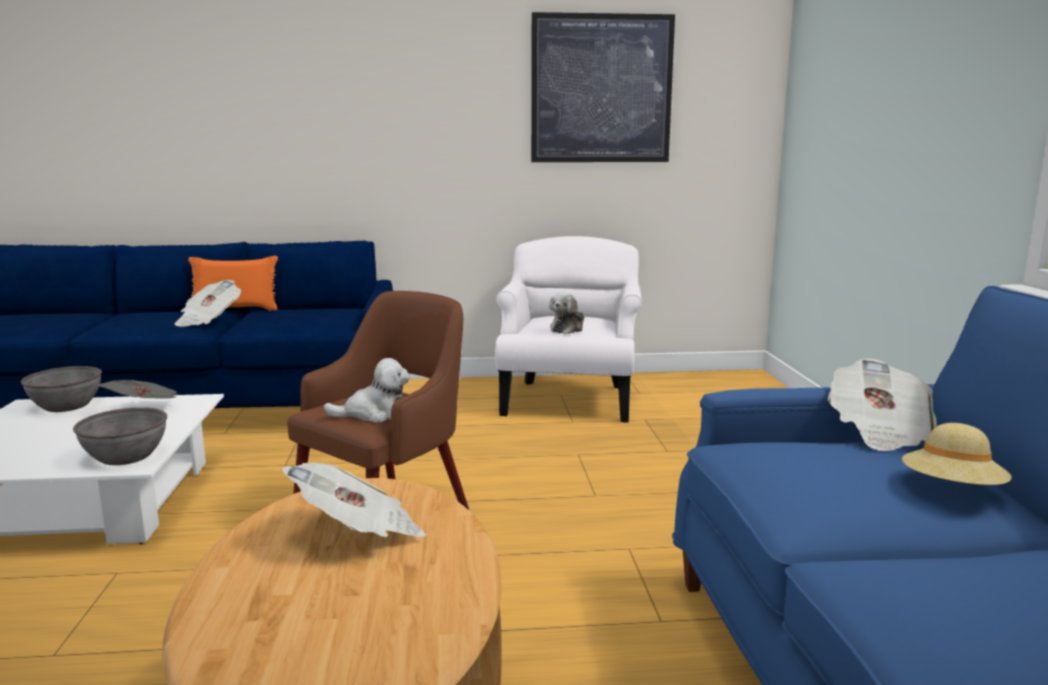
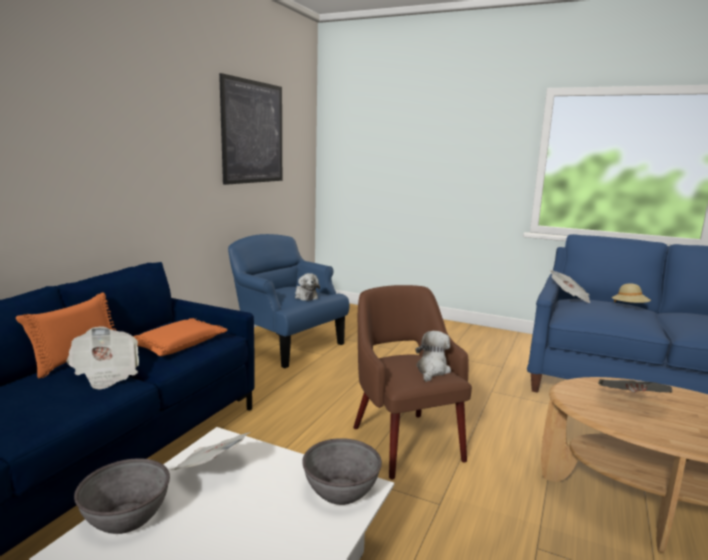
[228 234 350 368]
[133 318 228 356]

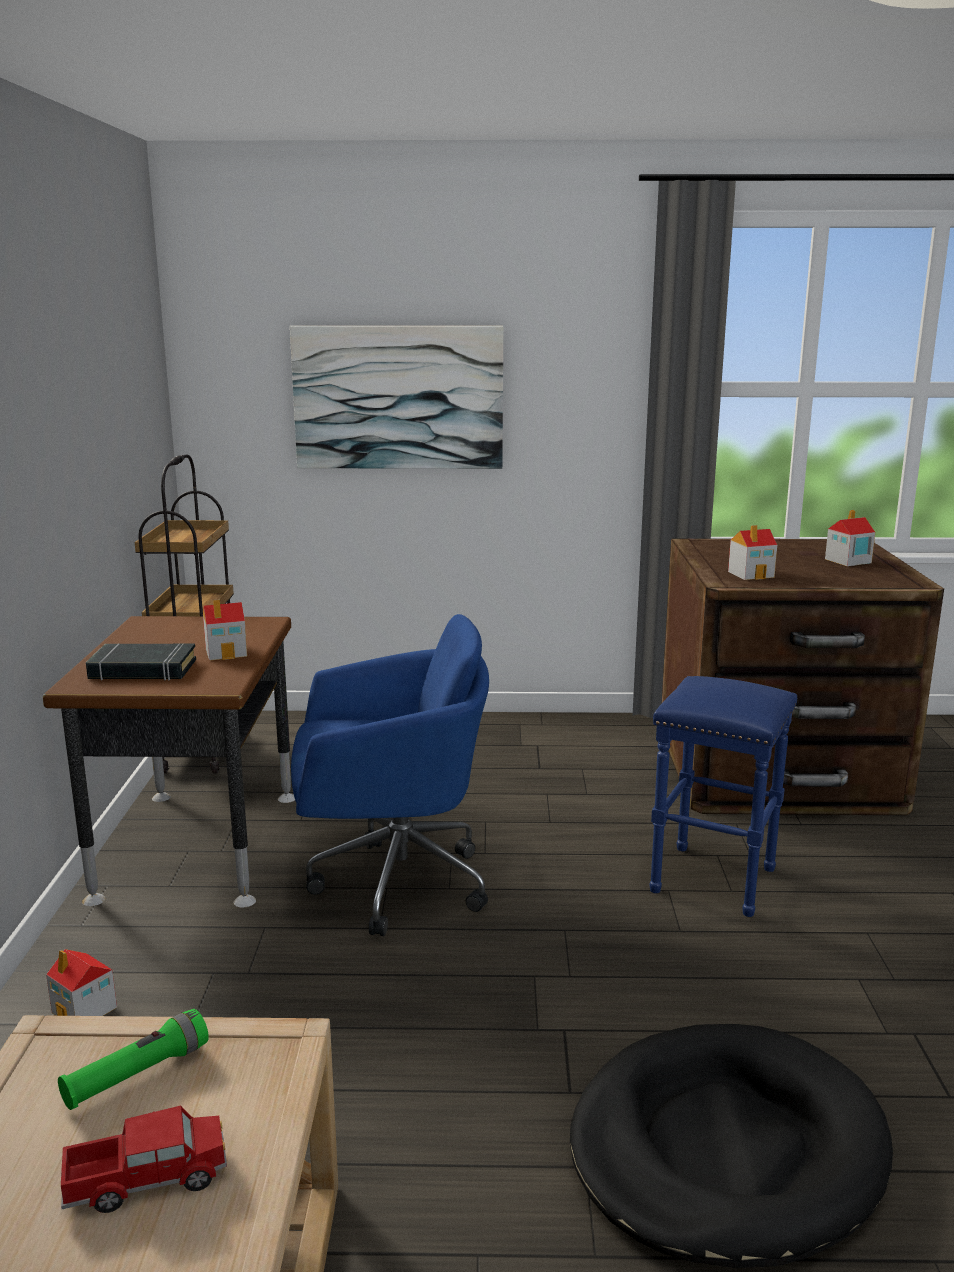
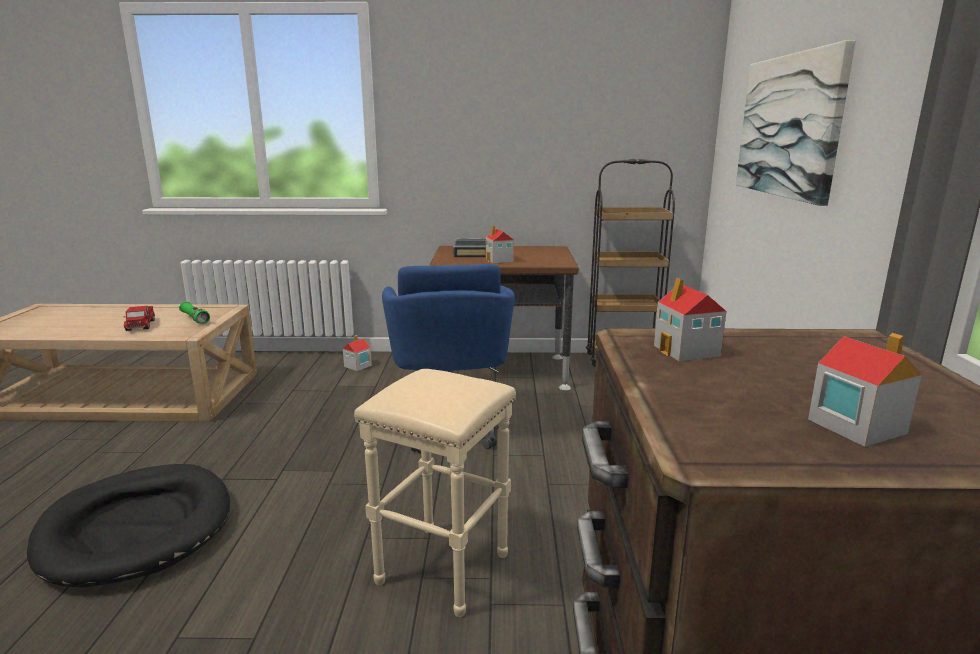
[354 369 516 617]

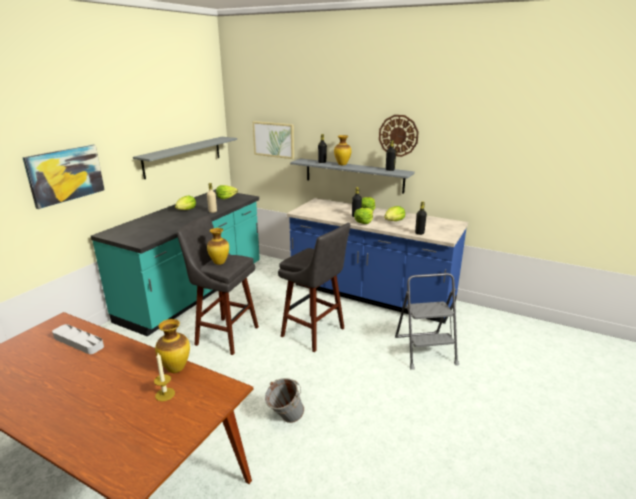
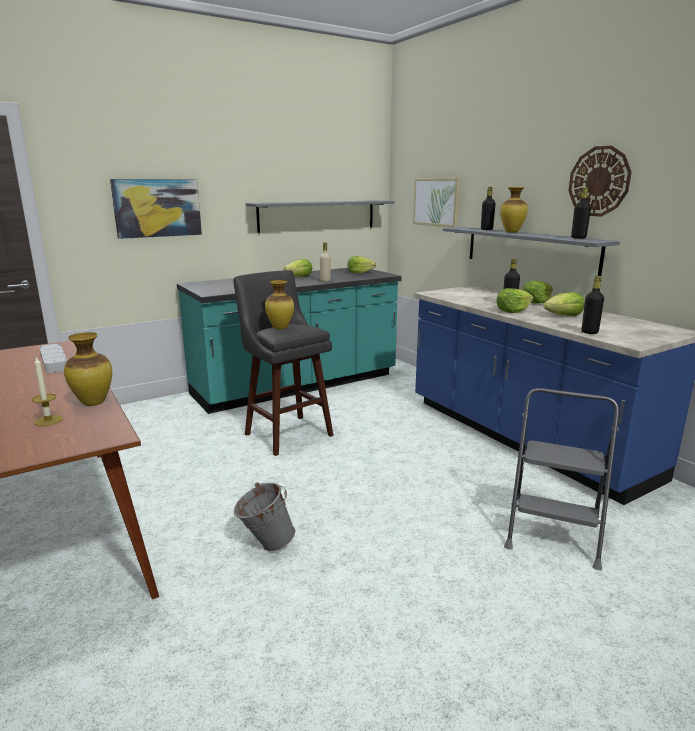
[278 222 350 352] (first image)

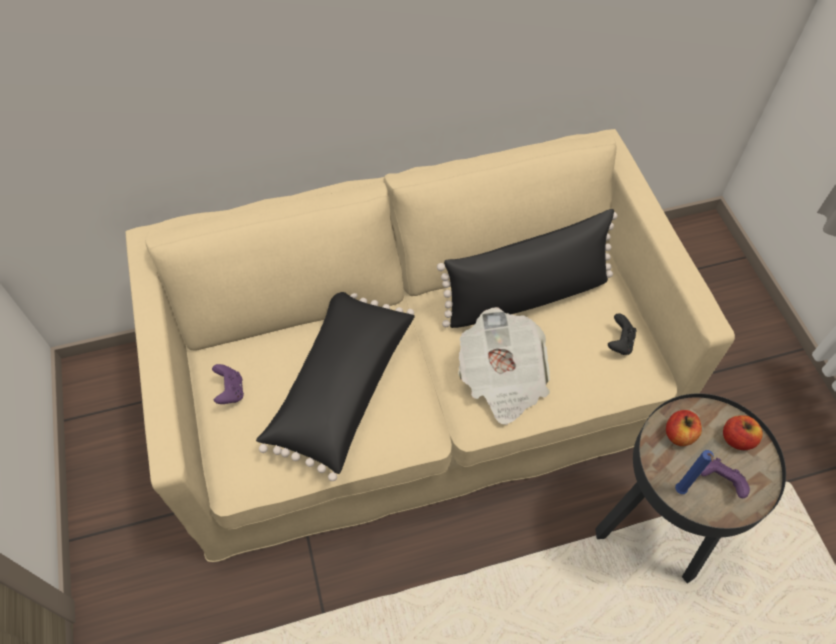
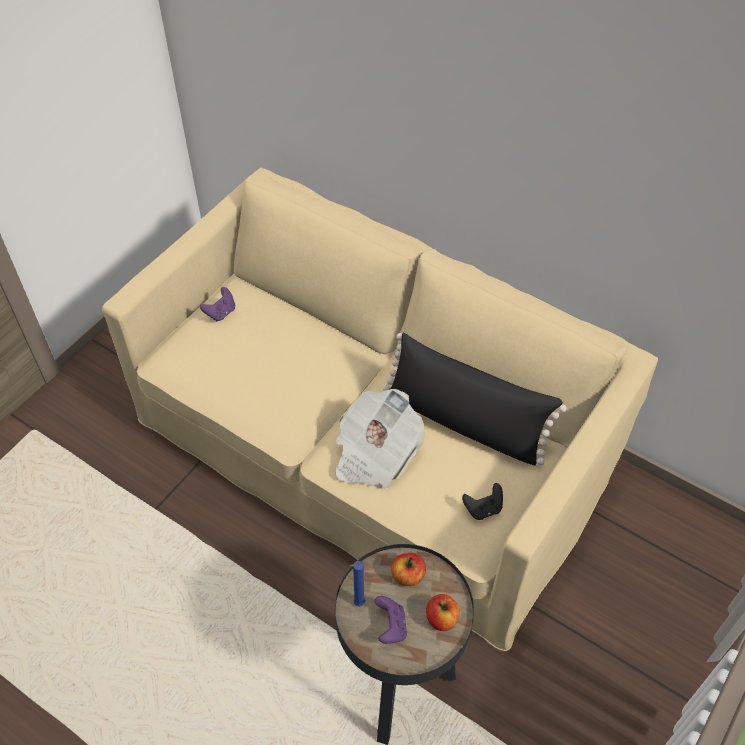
[256 292 415 481] (first image)

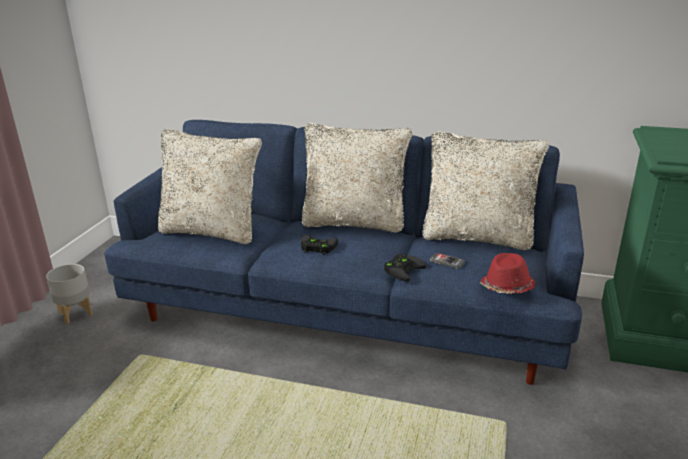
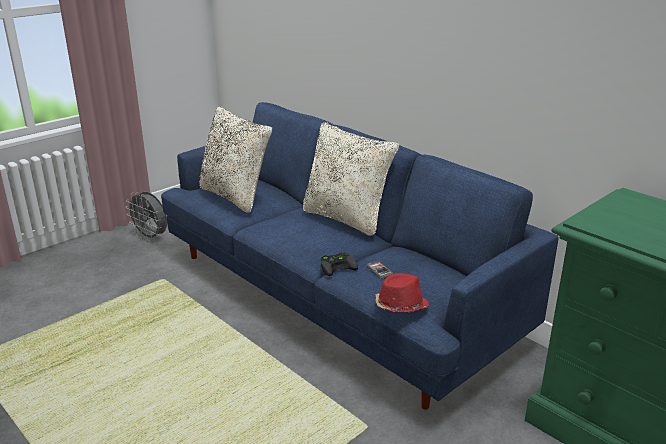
[125 192 167 241]
[301 235 338 255] (first image)
[423 131 549 250] (first image)

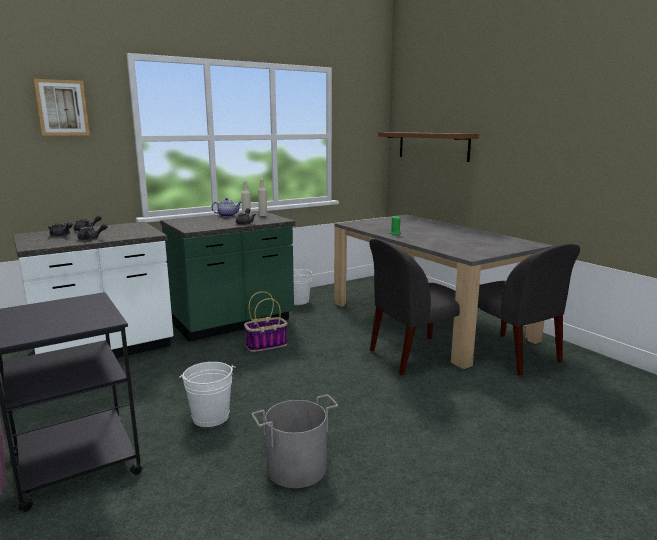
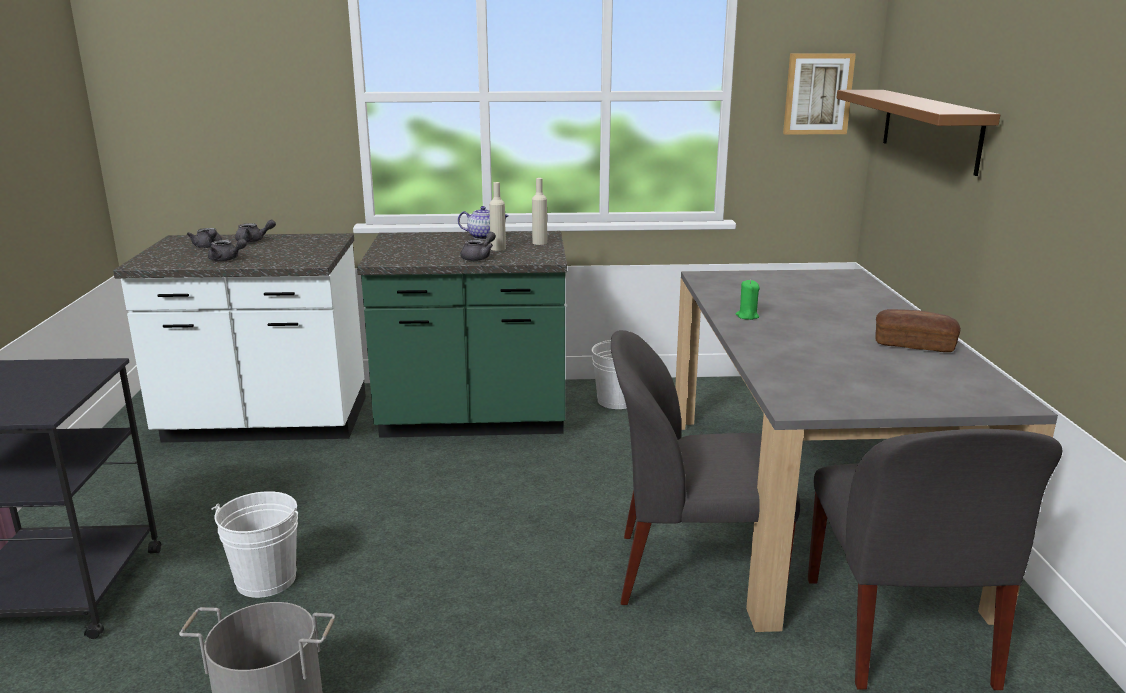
[783 53 856 135]
[244 291 288 352] (first image)
[875 309 961 352]

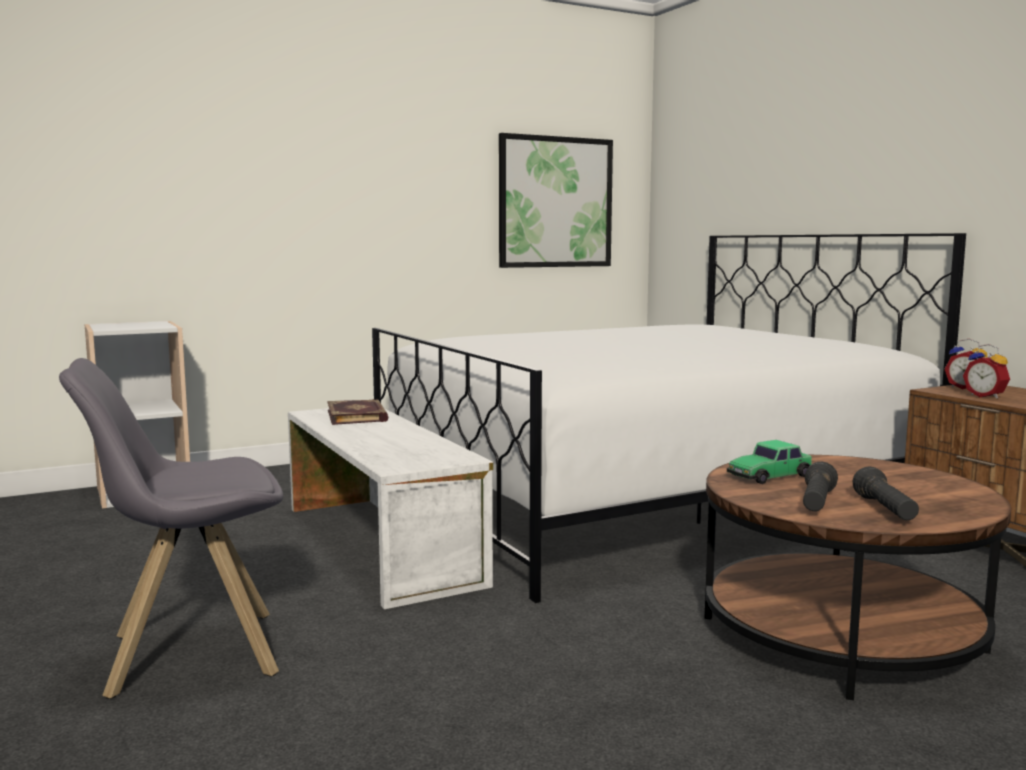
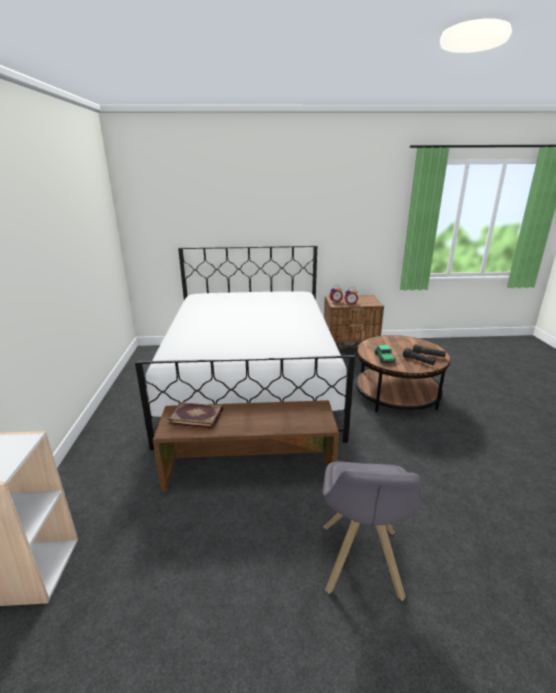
[153 400 339 492]
[499 133 613 268] (first image)

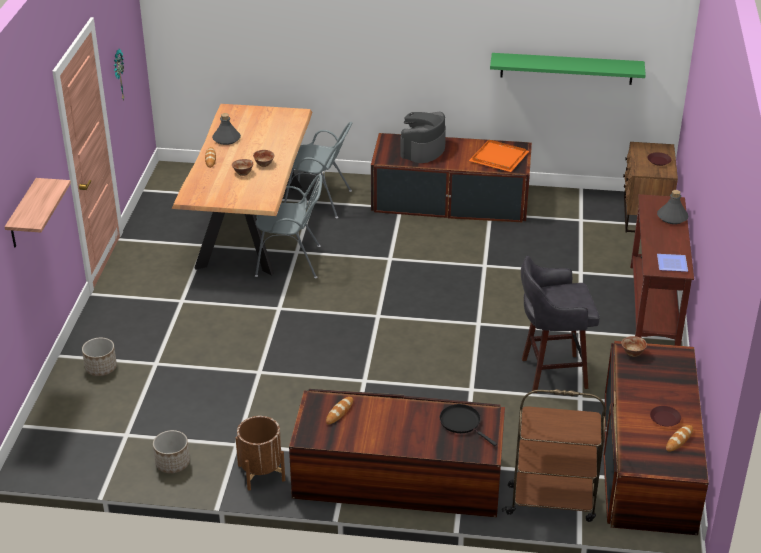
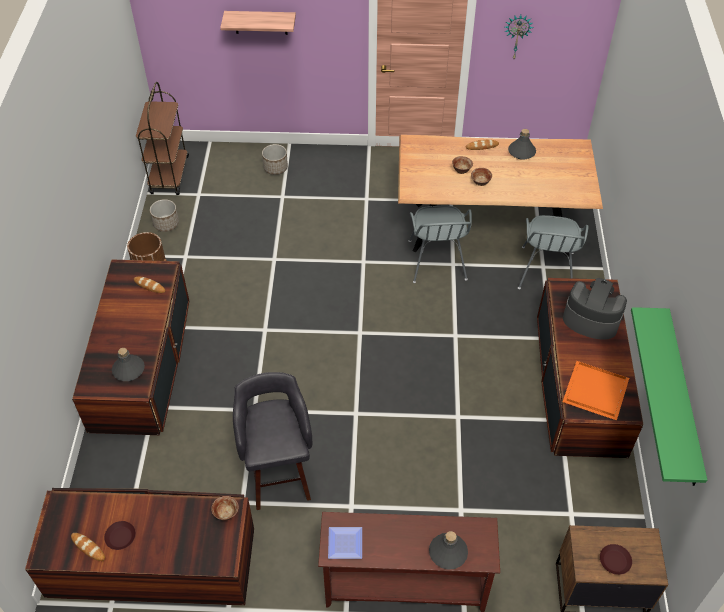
[112 348 145 381]
[136 82 189 195]

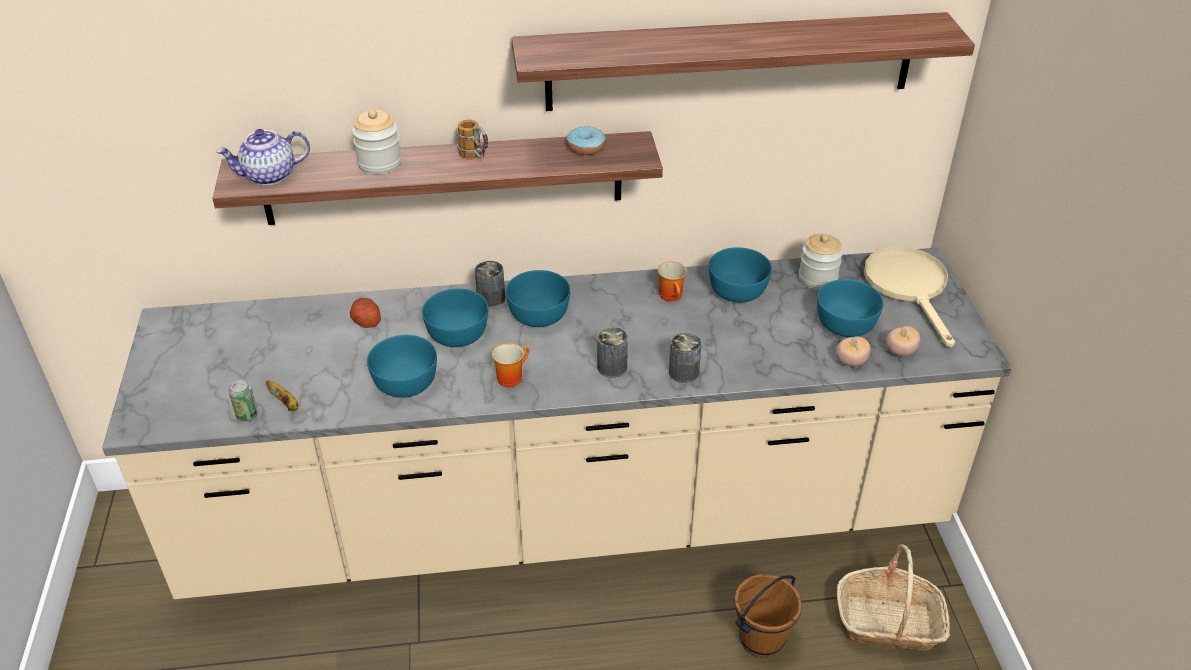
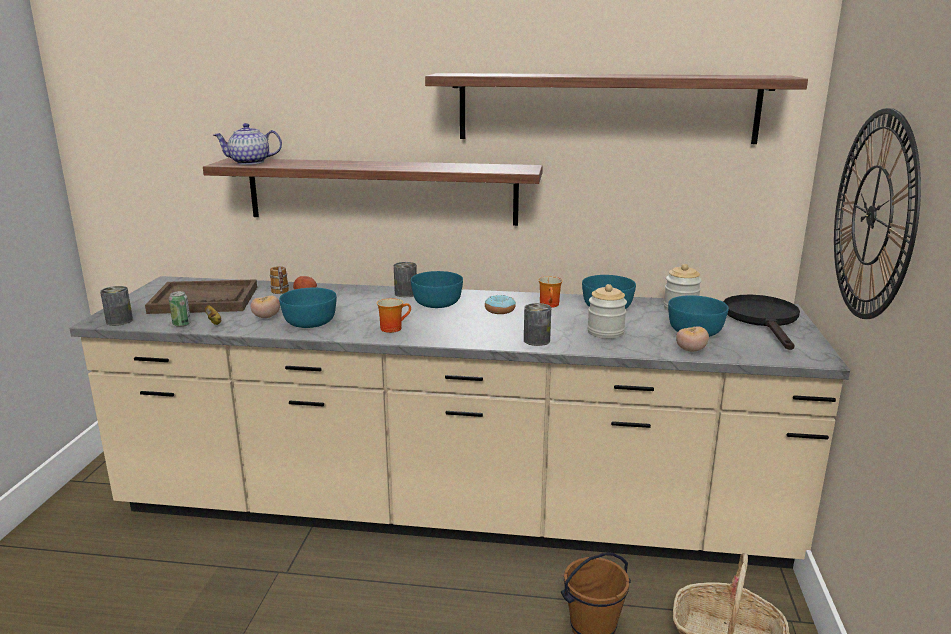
[587 284 627 339]
[422 289 488 347] (first image)
[270 266 289 294]
[485 295 516 314]
[100 286 133 326]
[723 295 800 350]
[250 296 280 318]
[145 279 257 314]
[834 108 921 319]

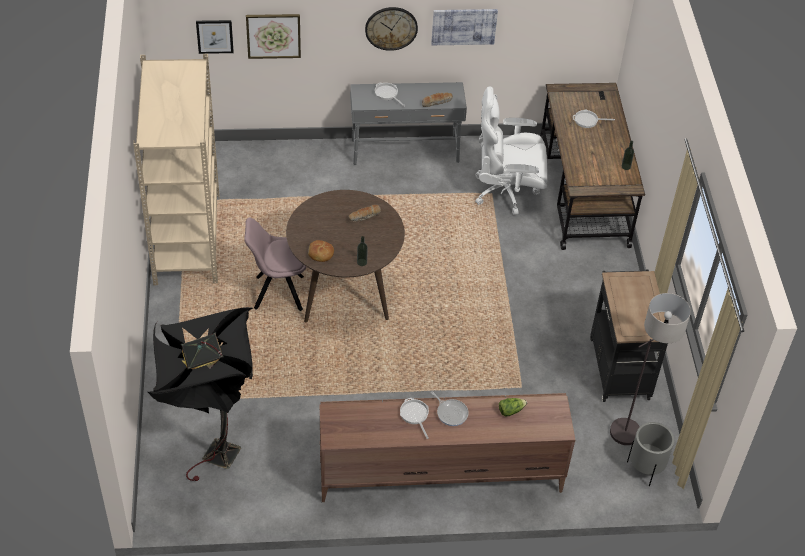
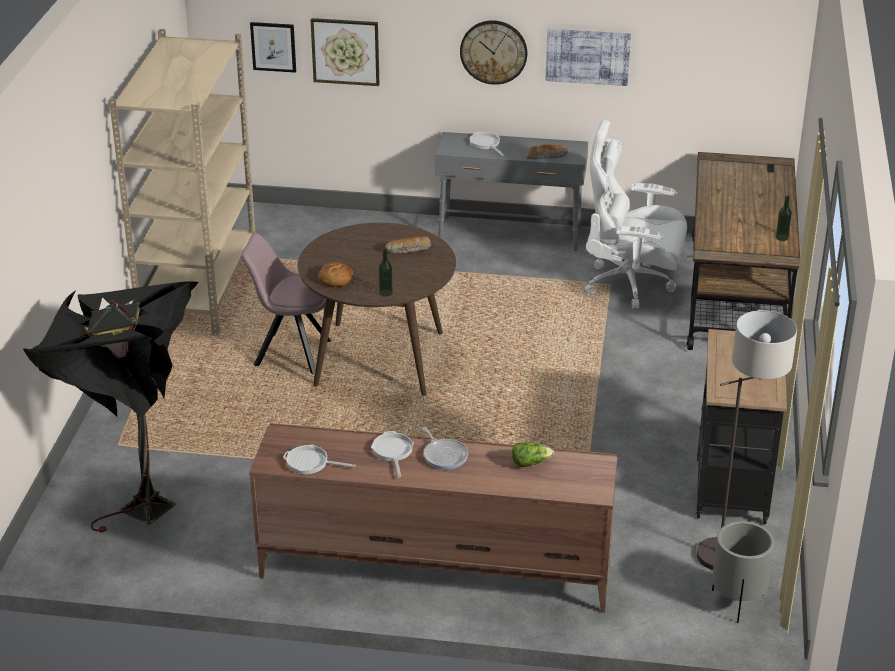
[283 444 355 474]

